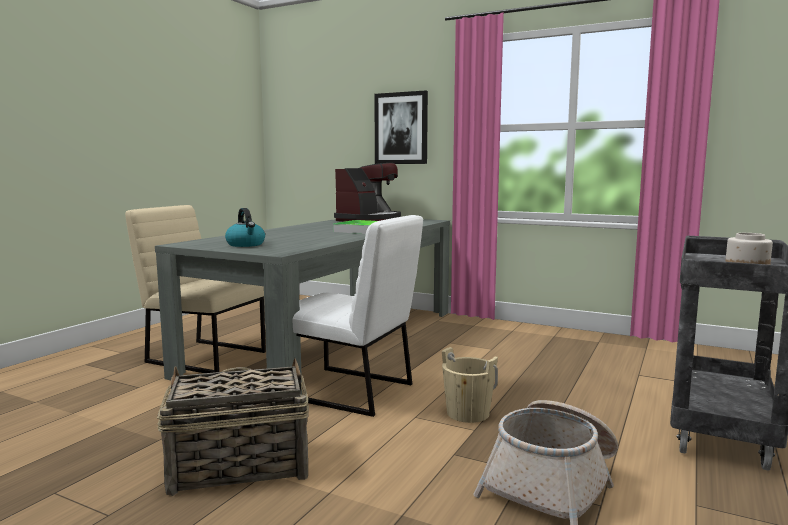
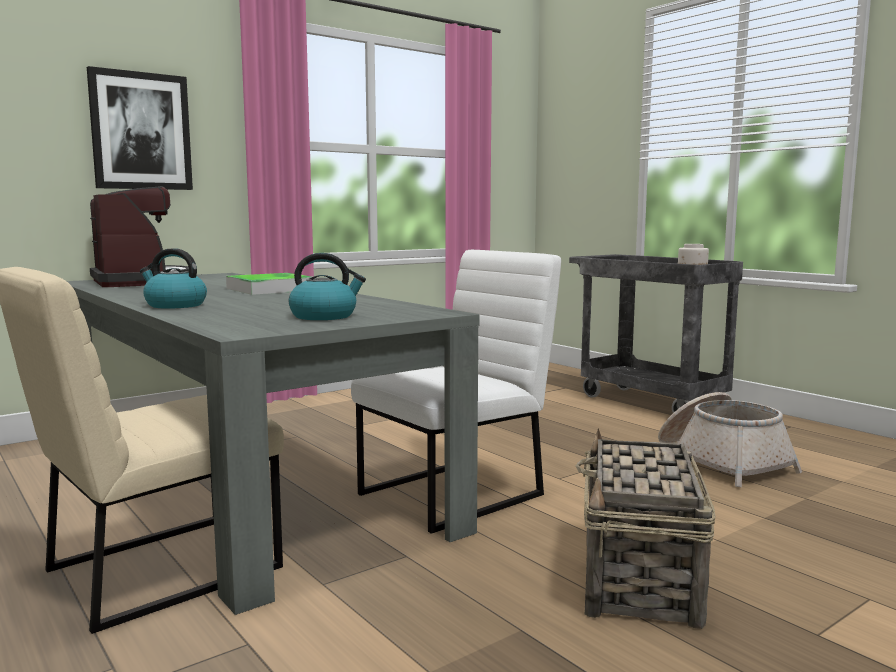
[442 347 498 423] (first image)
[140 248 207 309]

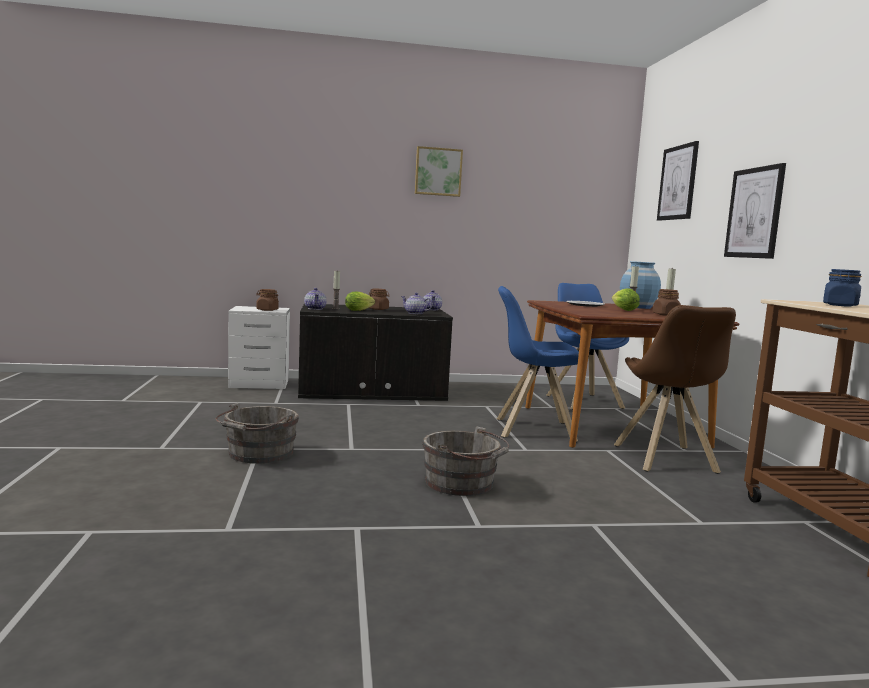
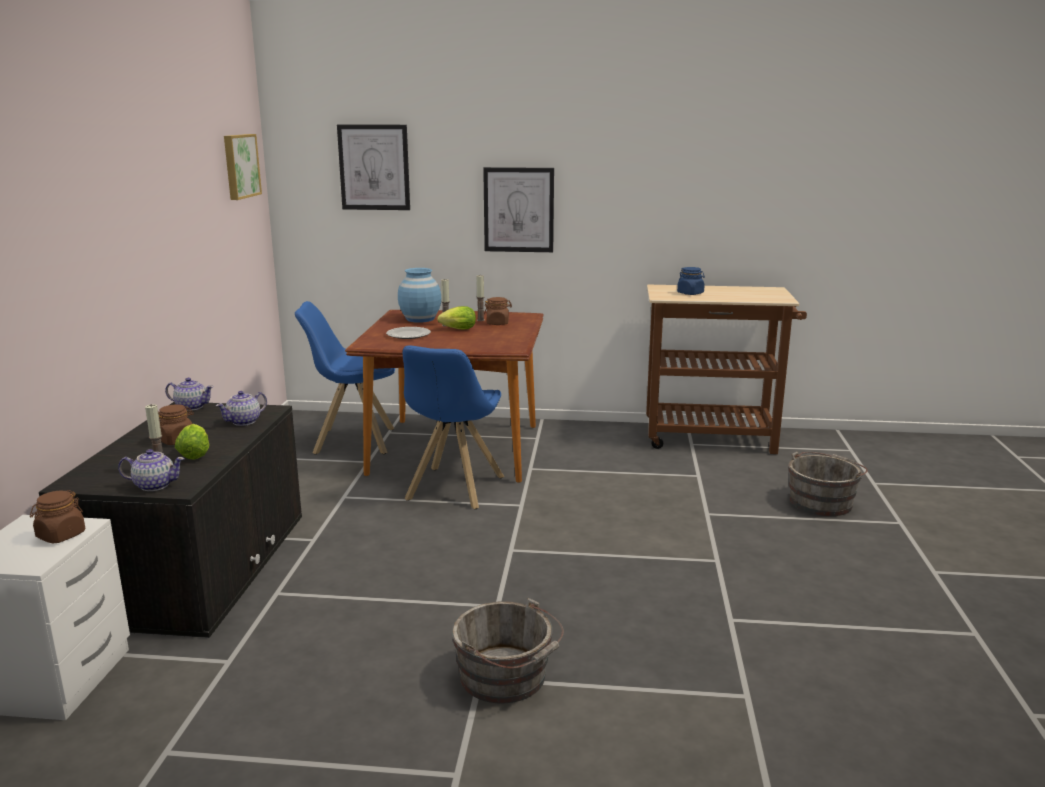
[224 134 262 200]
[788 452 868 516]
[614 305 736 474] (first image)

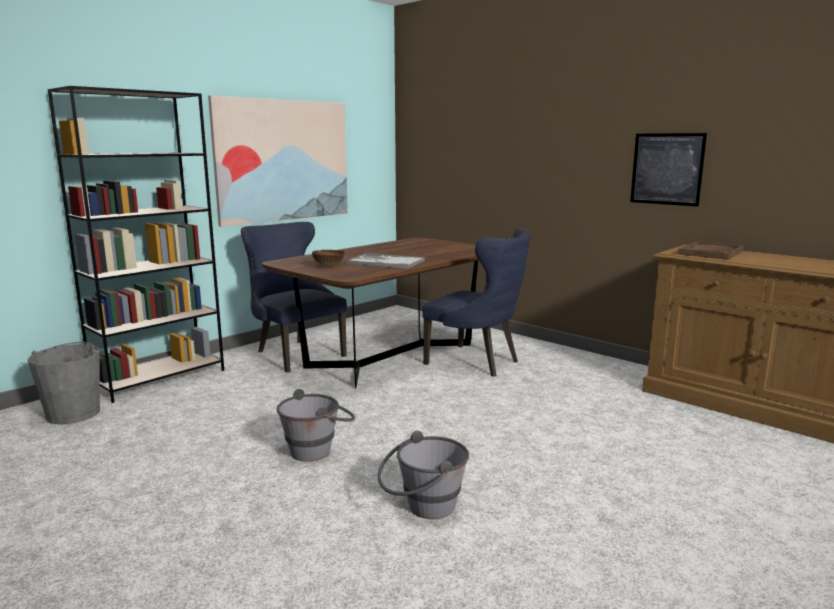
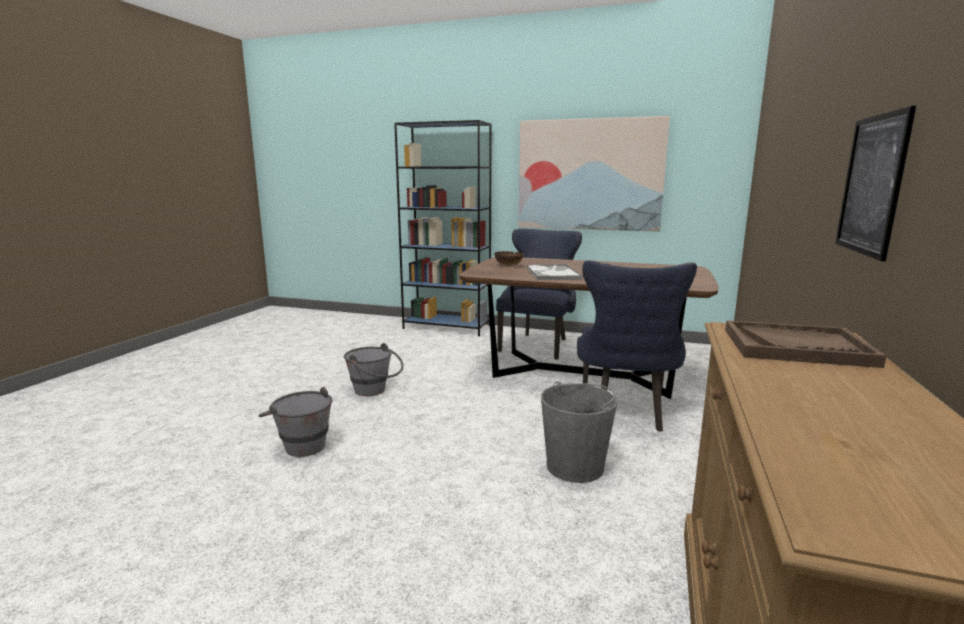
[541 381 617 483]
[394 120 492 336]

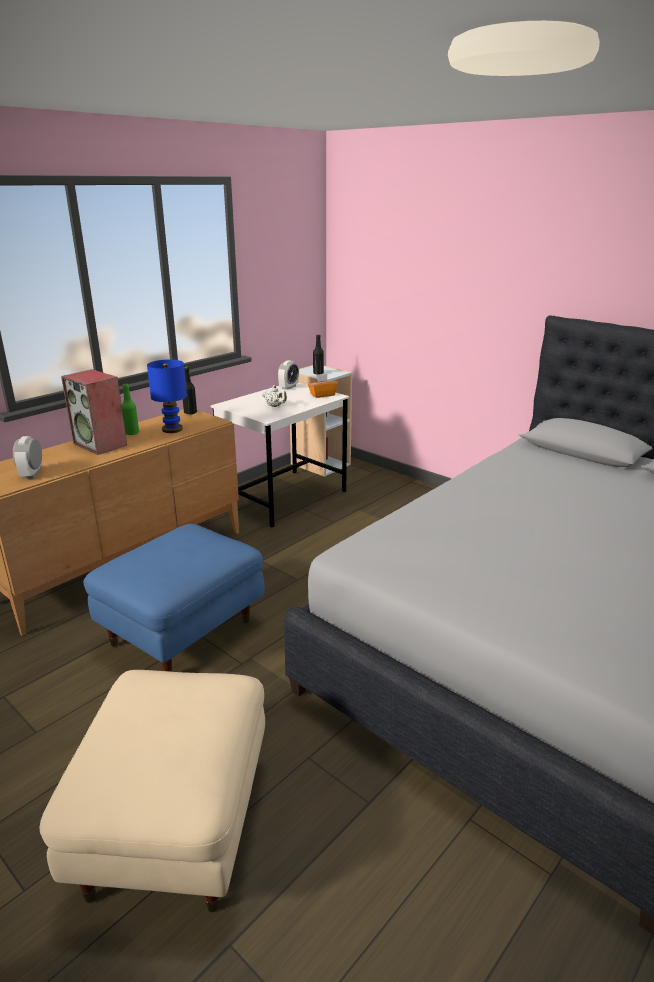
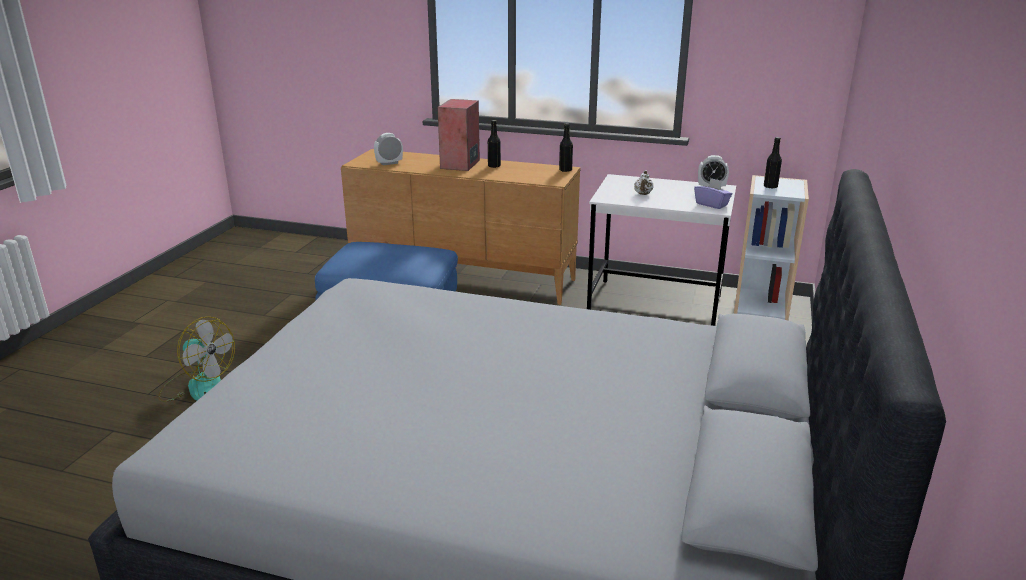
[158 316 235 402]
[488 120 501 168]
[147 360 187 433] (first image)
[694 178 732 209]

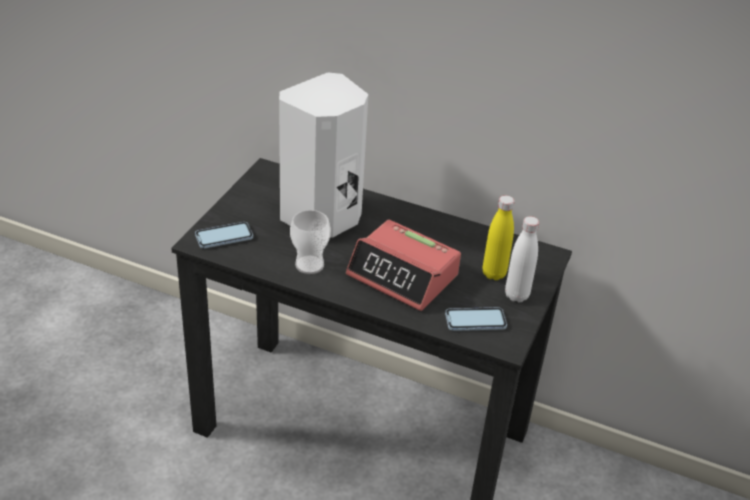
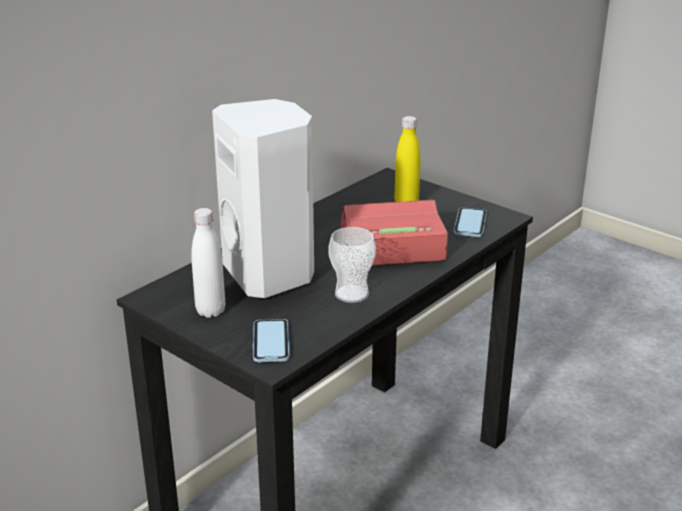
[340 200 448 265]
[191 208 225 318]

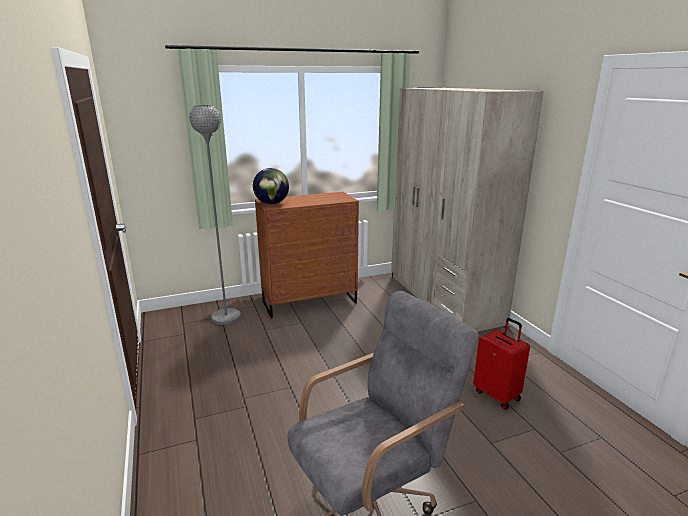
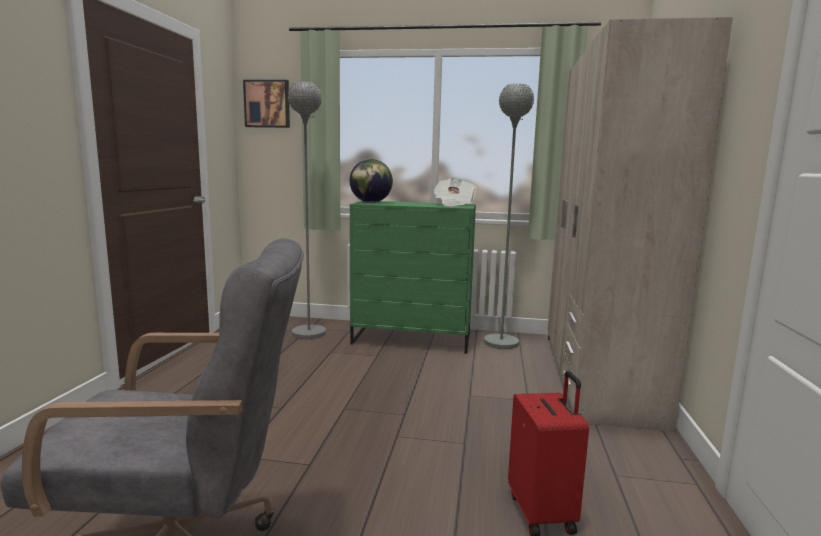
[350 201 476 354]
[243 80 290 128]
[433 178 477 206]
[484 84 534 349]

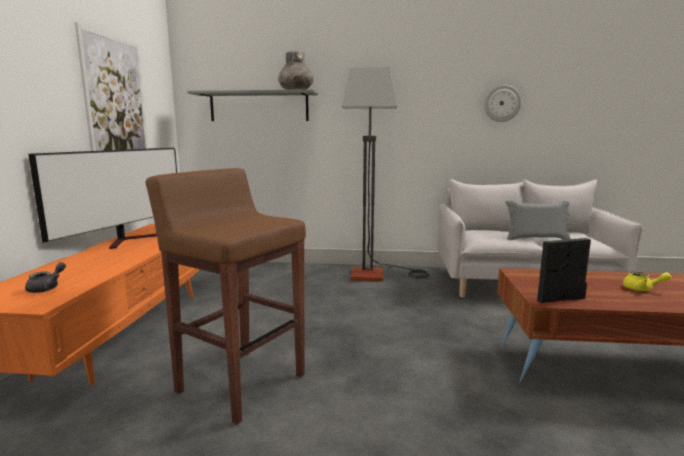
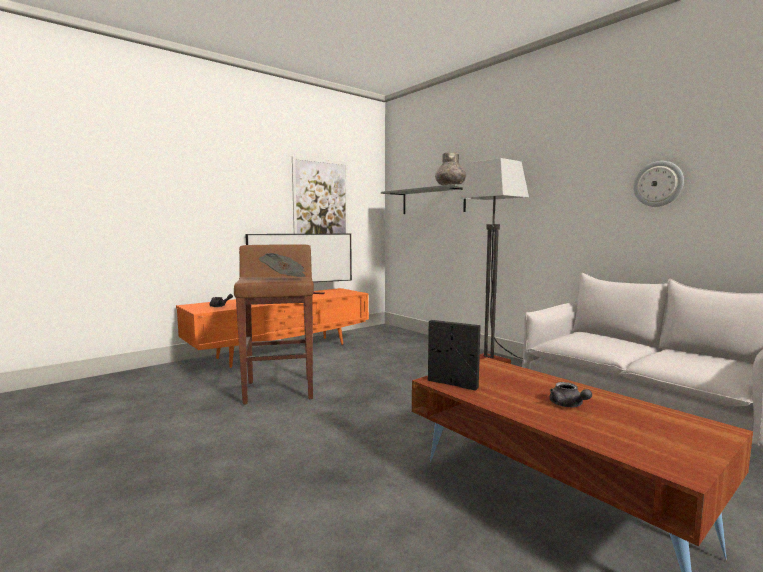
[506 201 571 240] (first image)
[550 382 592 407]
[259 253 306 277]

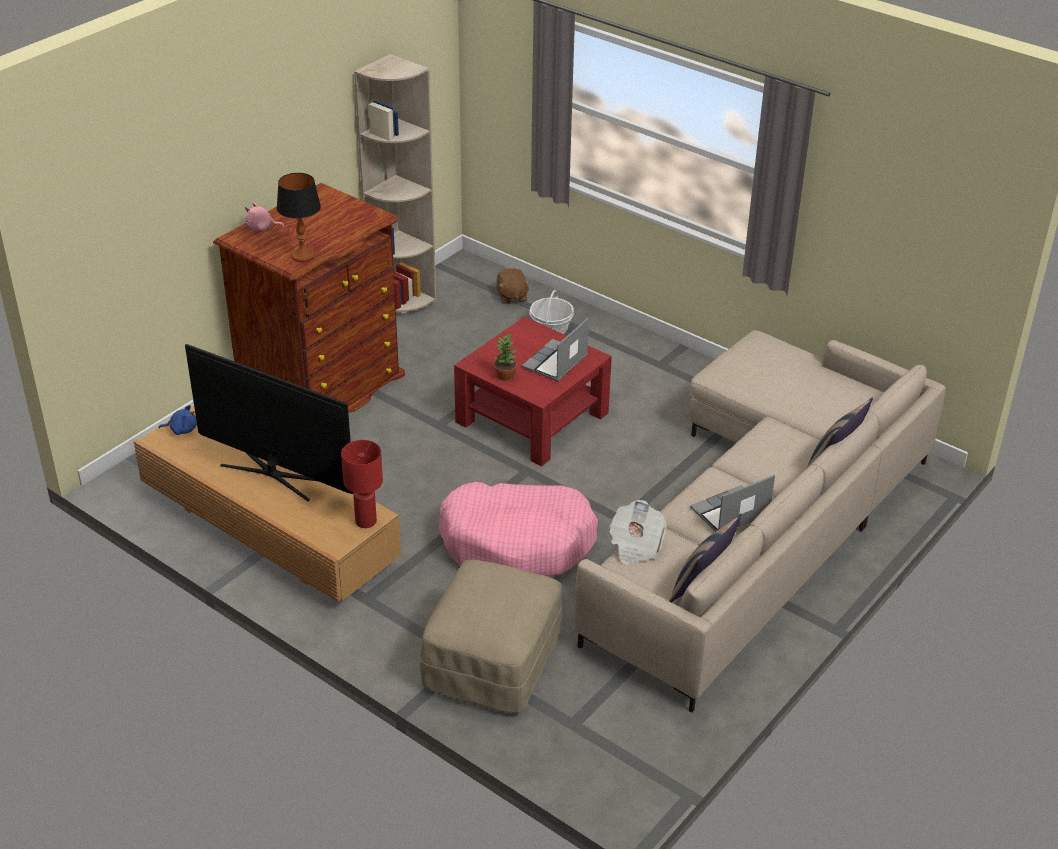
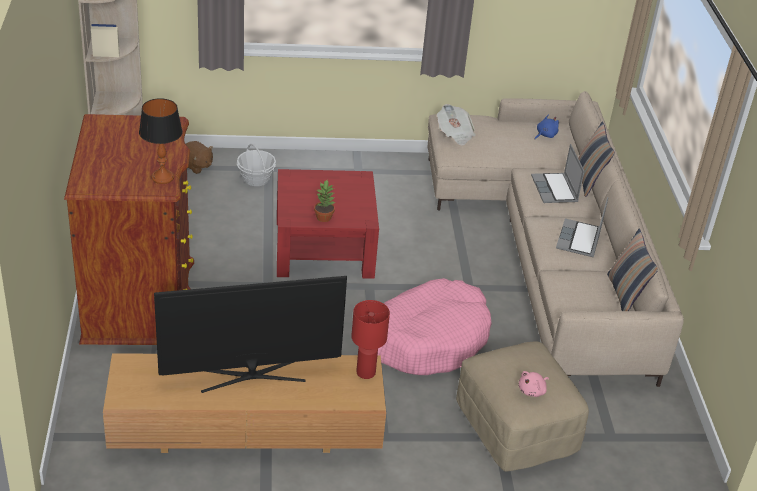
[535 114 559 139]
[519 371 549 397]
[531 144 584 203]
[437 104 476 146]

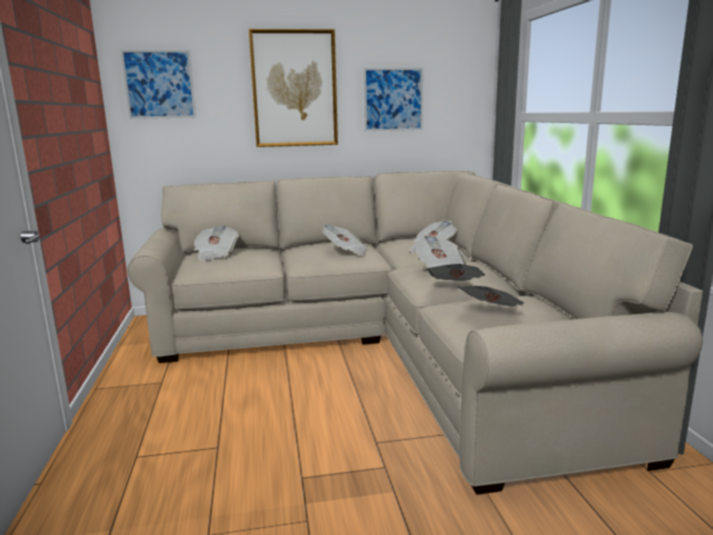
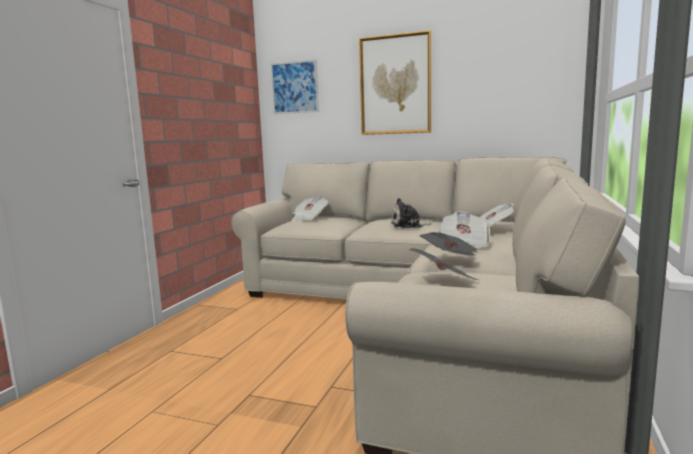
[391 198 431 228]
[364 68 423 131] (first image)

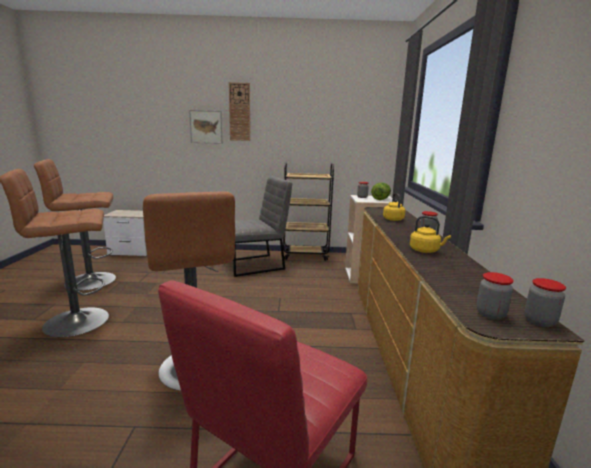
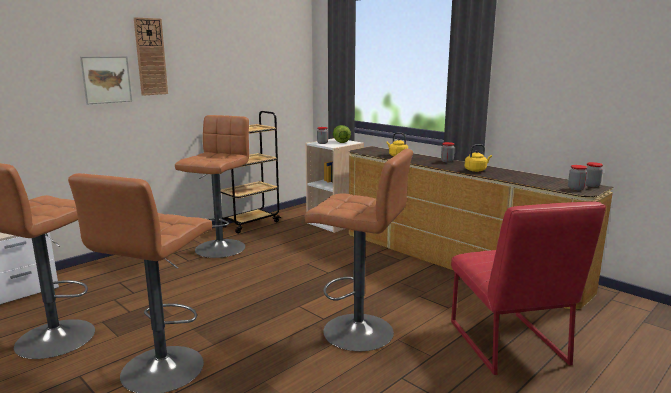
[175 115 249 258]

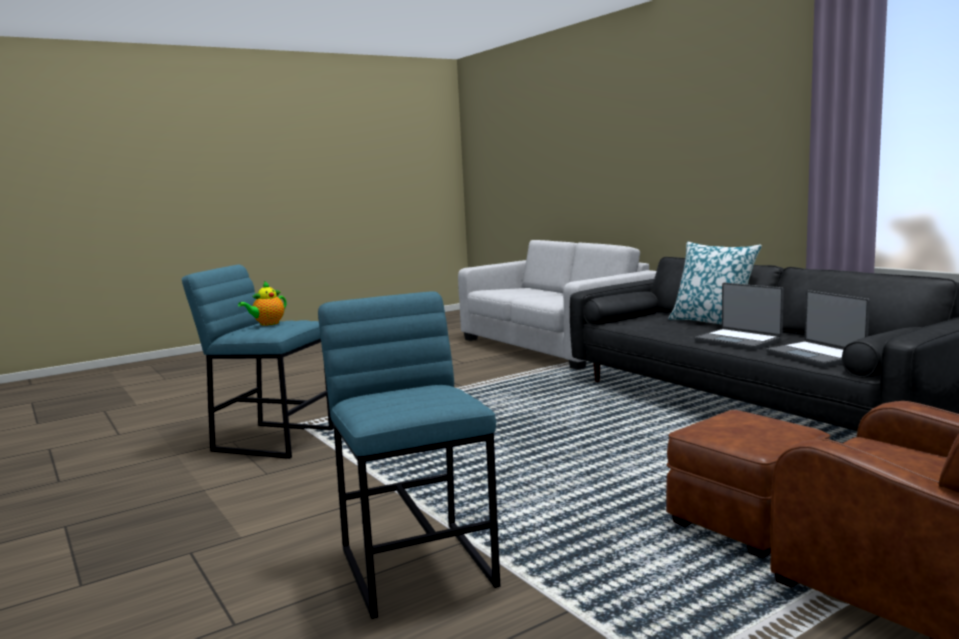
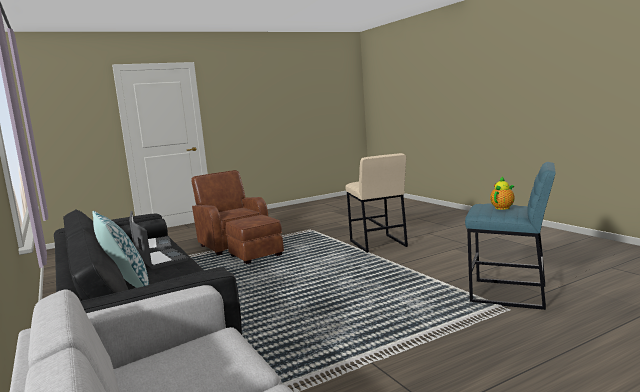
[346 153 408 253]

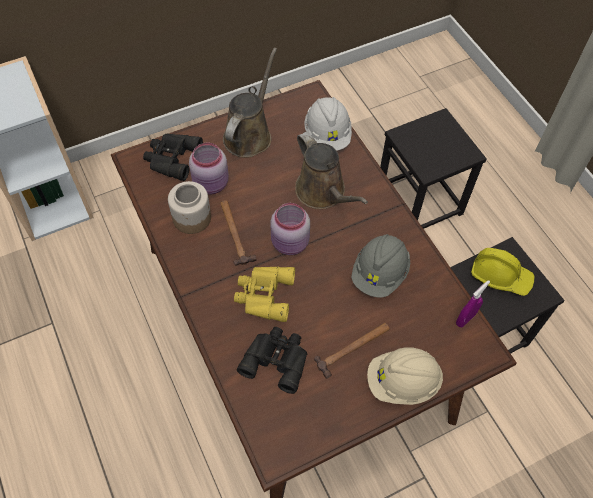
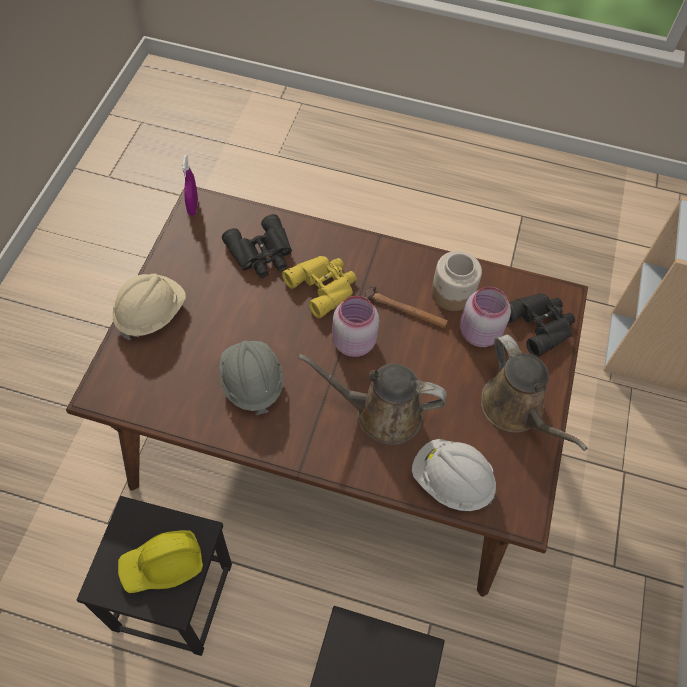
[314 323 390 379] (first image)
[182 155 198 216]

